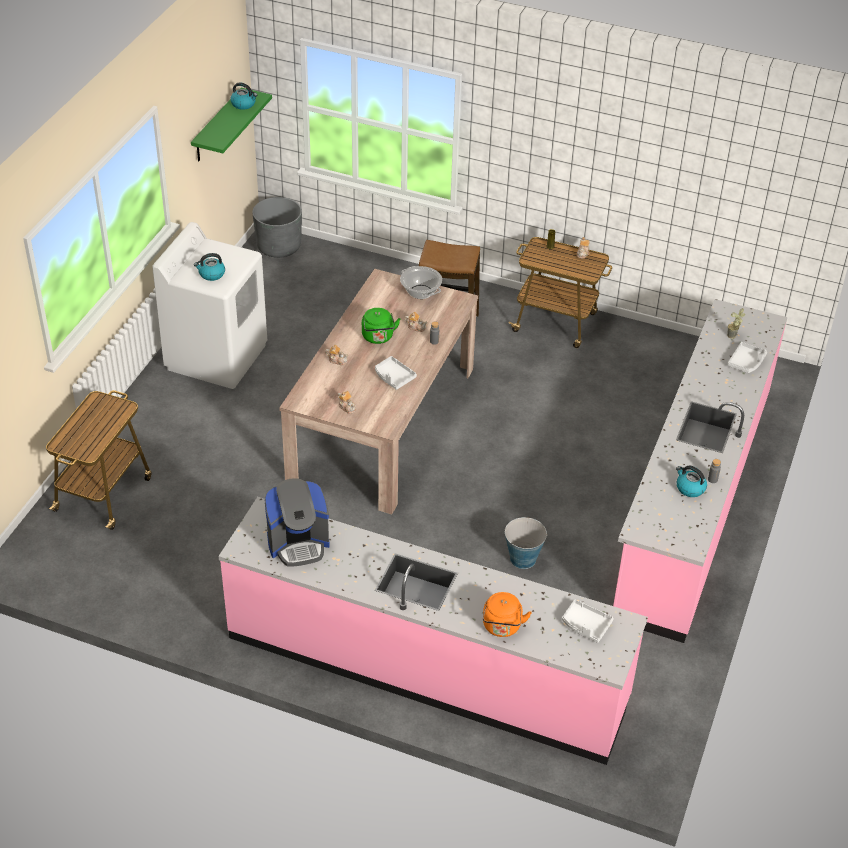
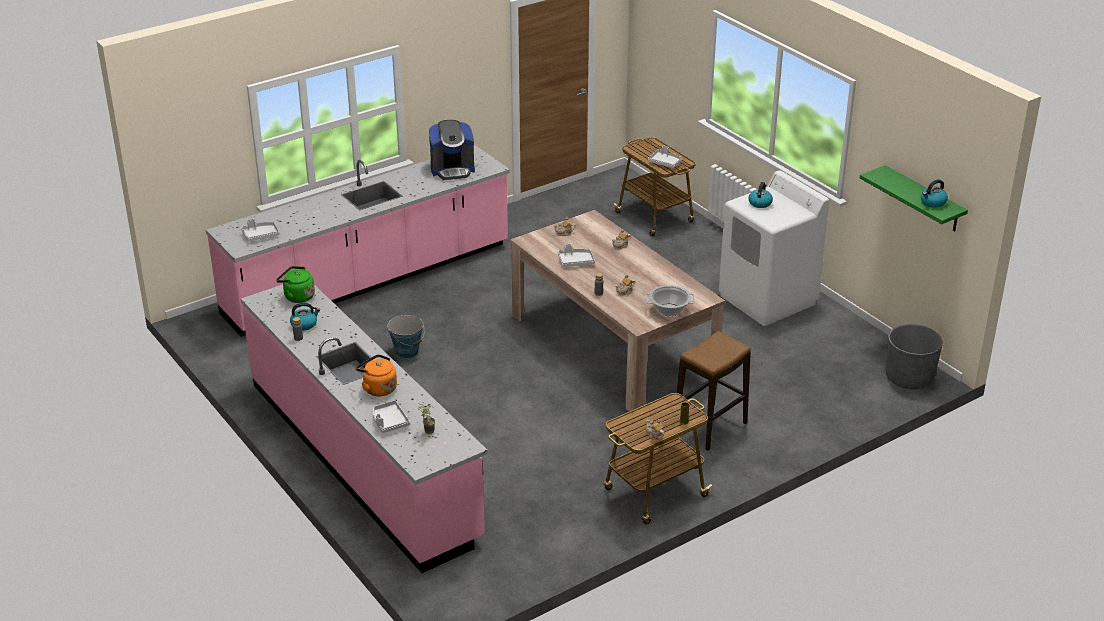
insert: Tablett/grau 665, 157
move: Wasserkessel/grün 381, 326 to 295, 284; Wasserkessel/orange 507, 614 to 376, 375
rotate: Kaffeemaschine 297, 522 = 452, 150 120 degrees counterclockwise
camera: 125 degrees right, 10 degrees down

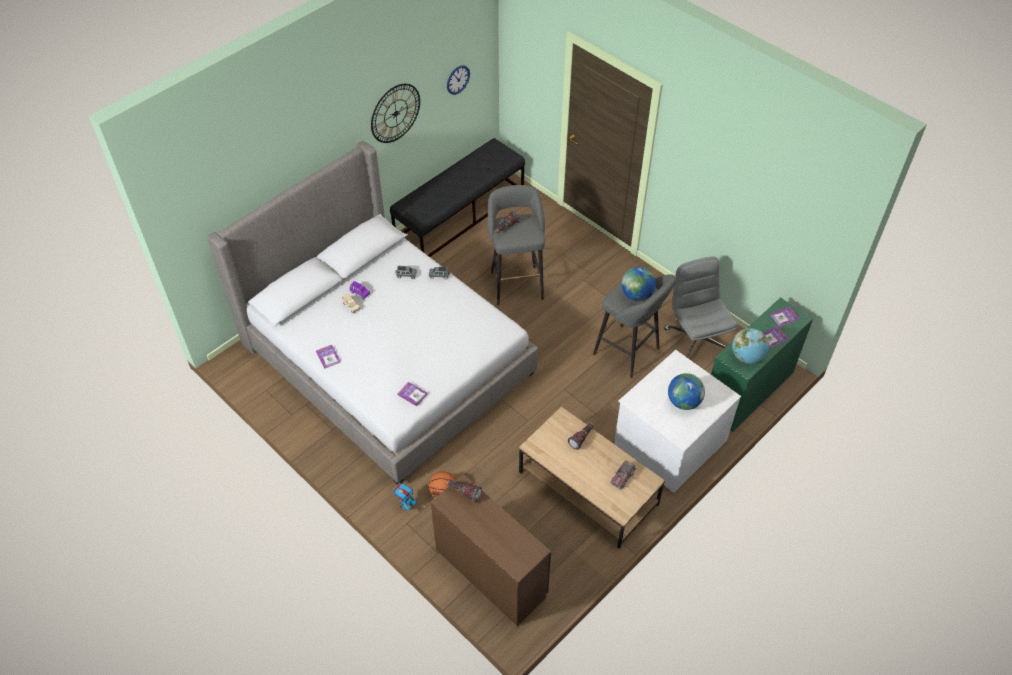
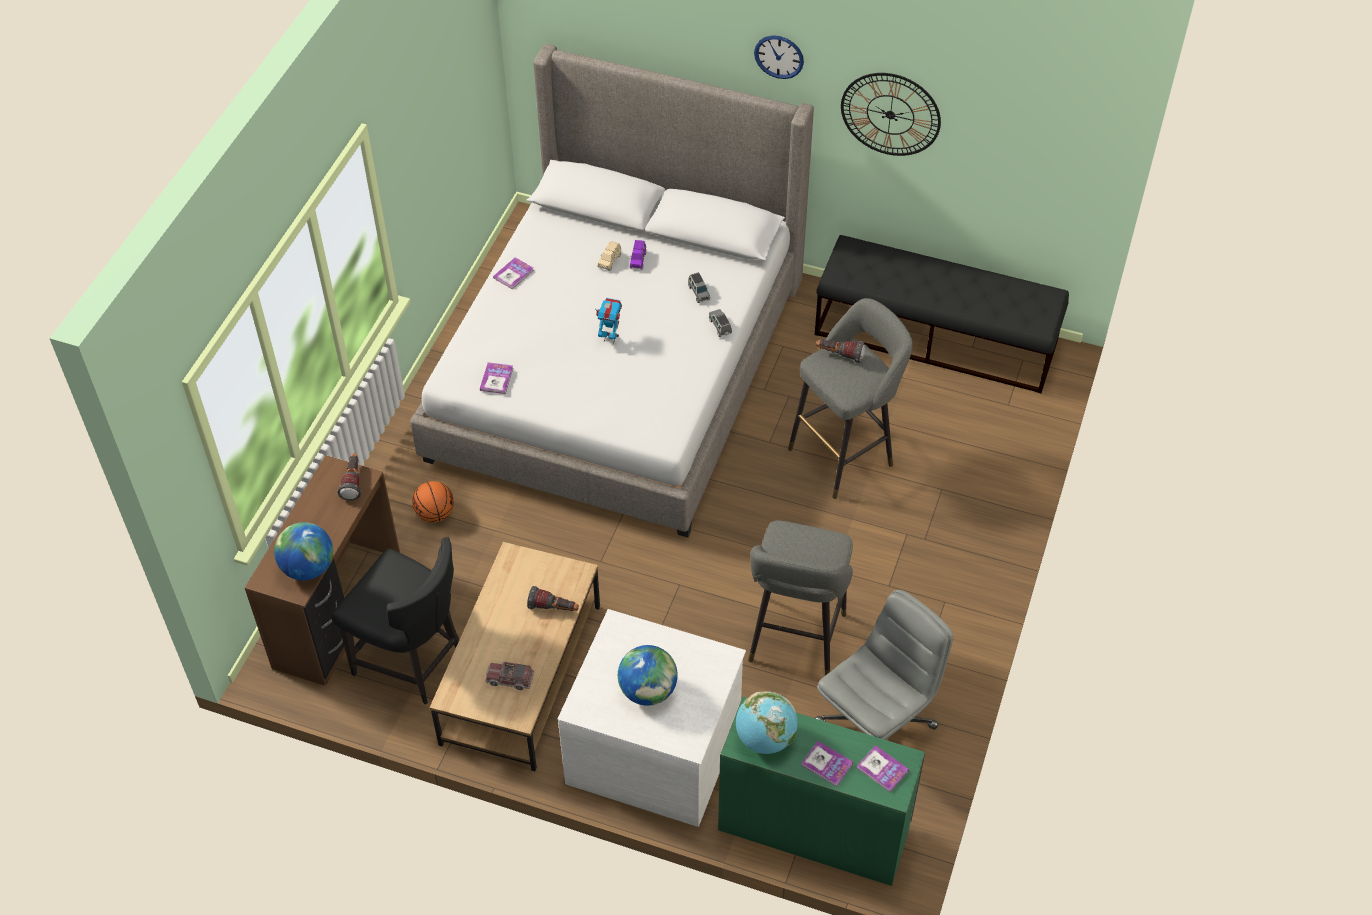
insert: Stuhl/schwarz 395, 620
move: Globus 638, 284 to 303, 551; Spielzeugroboter 405, 497 to 609, 321; Wanduhr 458, 80 to 779, 57
camera: 65 degrees right, 0 degrees up

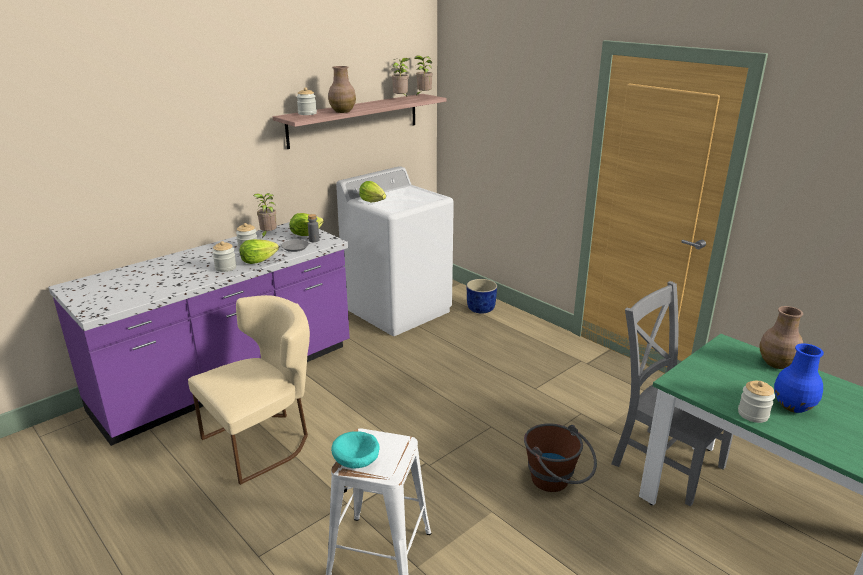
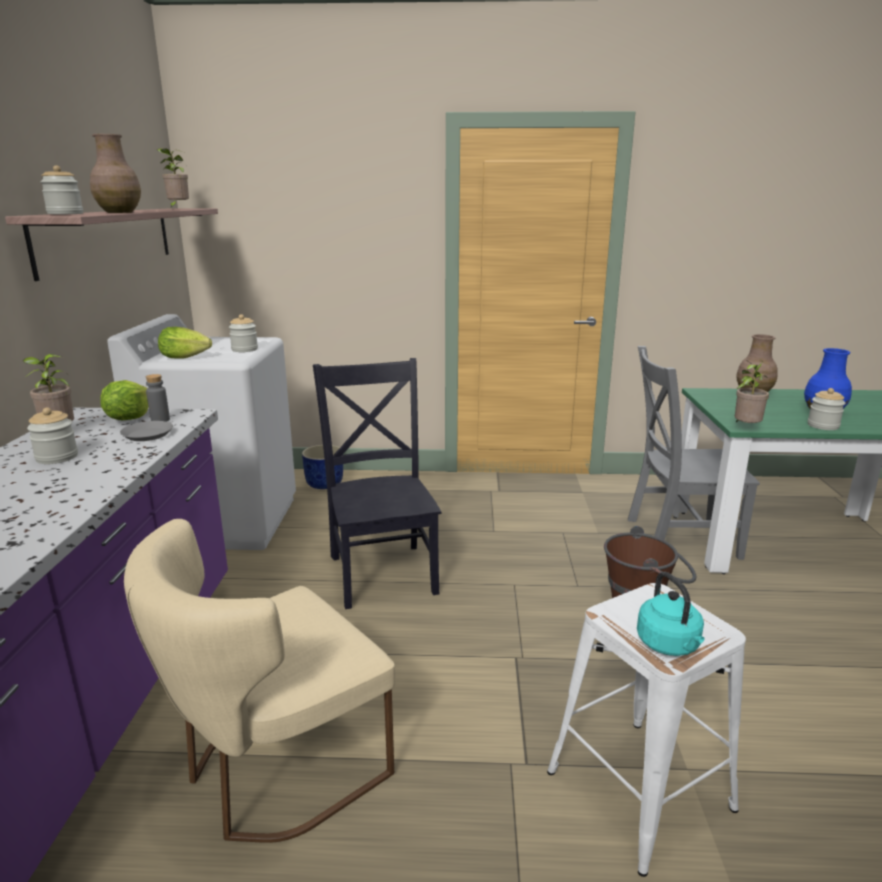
delete: Salatkopf 259, 251
insert: Stuhl/schwarz 377, 483
move: Vorratsglas 224, 256 to 243, 333; Topfpflanze 400, 77 to 752, 392
replace: Schüssel/türkis 355, 449 to Wasserkessel/türkis 670, 614
rotate: Stuhl/beige 249, 390 = 259, 681 135 degrees counterclockwise
camera: 45 degrees left, 5 degrees down

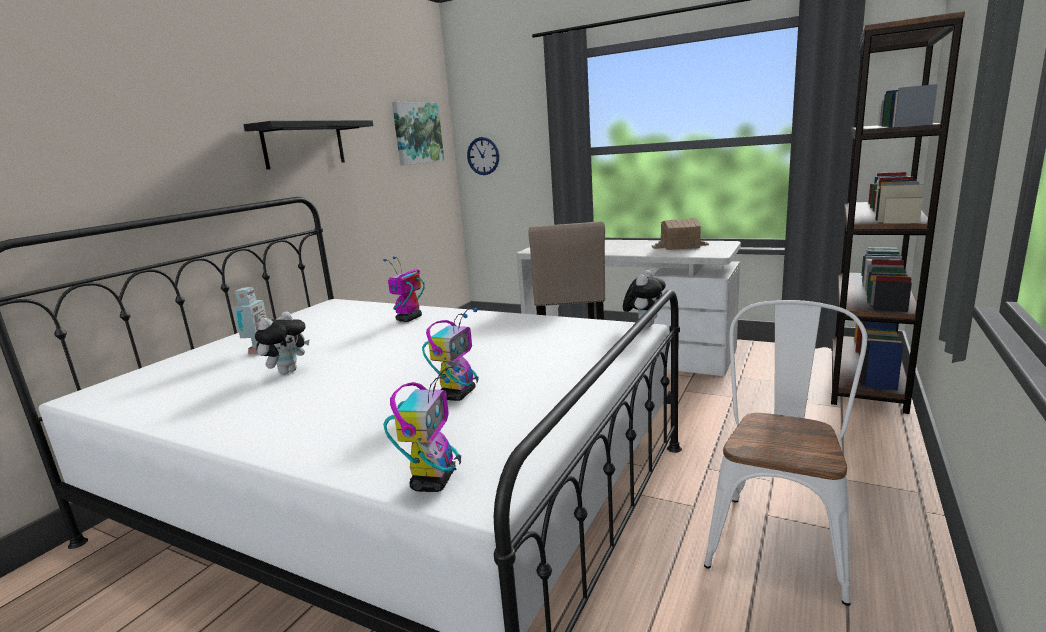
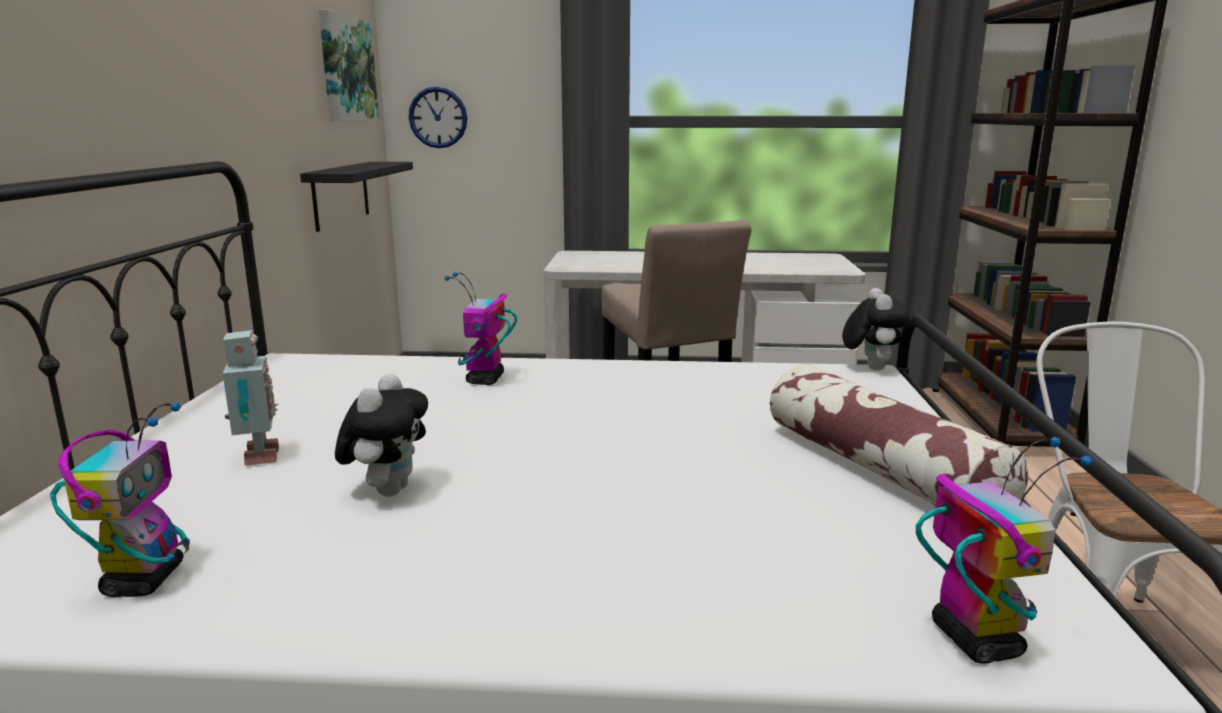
delete: Spielzeughaus 680, 234
insert: Kissen 899, 435
move: Spielzeugroboter 450, 354 to 120, 499; Wandregal/schwarz 308, 144 to 356, 197
camera: 25 degrees left, 0 degrees up

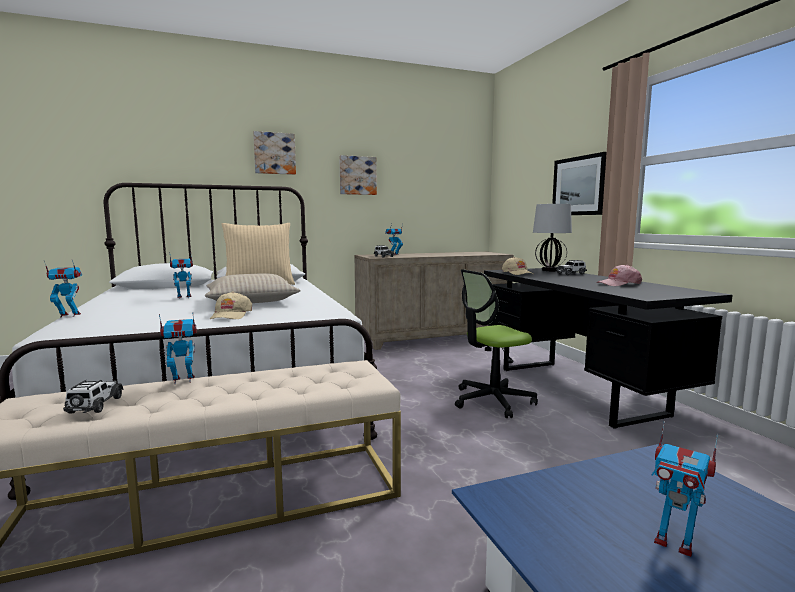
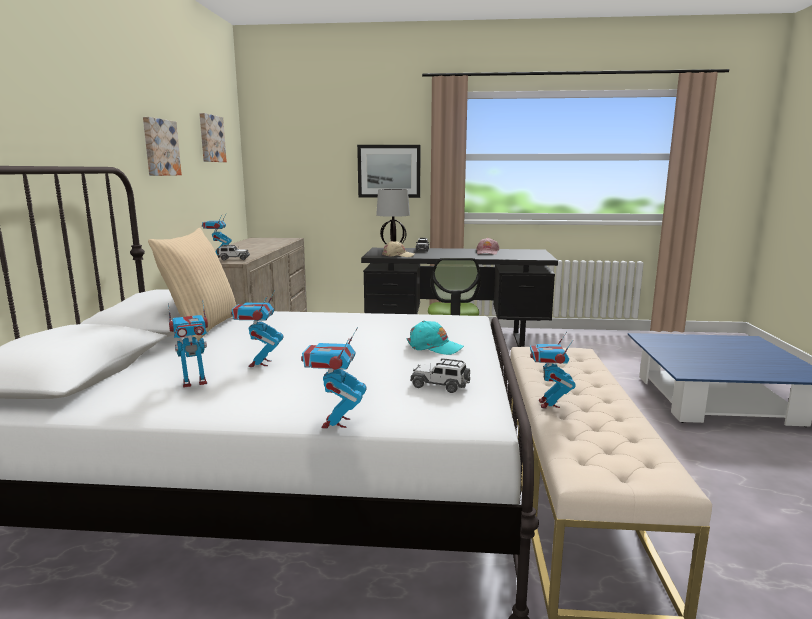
delete: Kissen/beige 252, 288
move: Spielzeugroboter 685, 489 to 188, 344; Bild 274, 153 to 213, 137; Spielzeugauto 93, 397 to 440, 375
recolor: Kappe/beige 231, 305 to Kappe/türkis 435, 337
camera: 65 degrees left, 5 degrees up

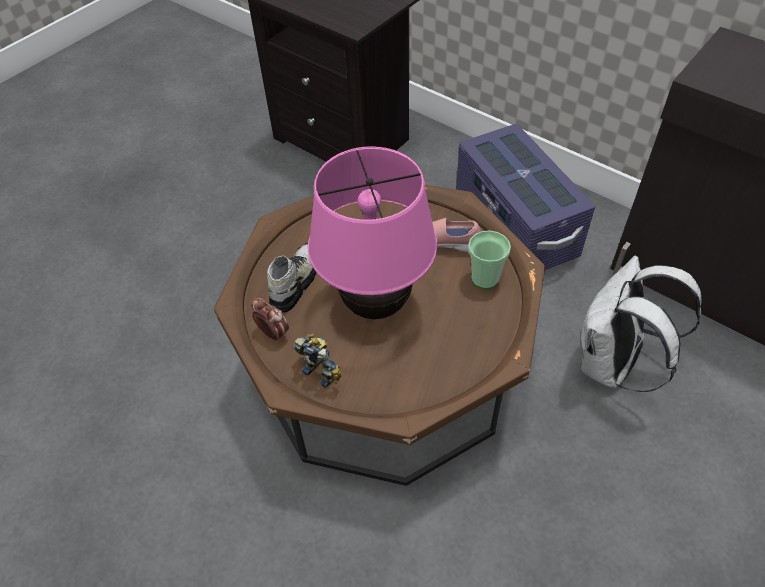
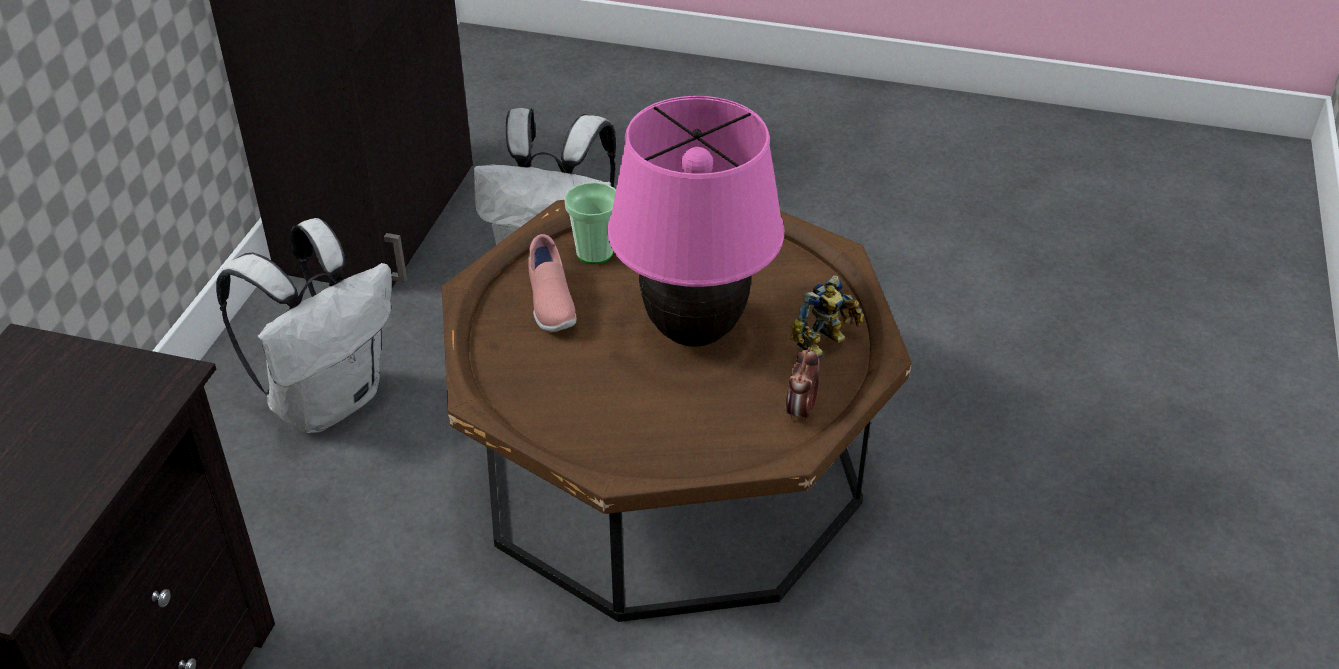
delete: Schuh 291, 278
replace: Aufbewahrungsbox/lila 525, 197 to Rucksack/weiß 304, 325
rotate: Spielzeugroboter 317, 361 = 827, 317 150 degrees counterclockwise
camera: 115 degrees left, 10 degrees down

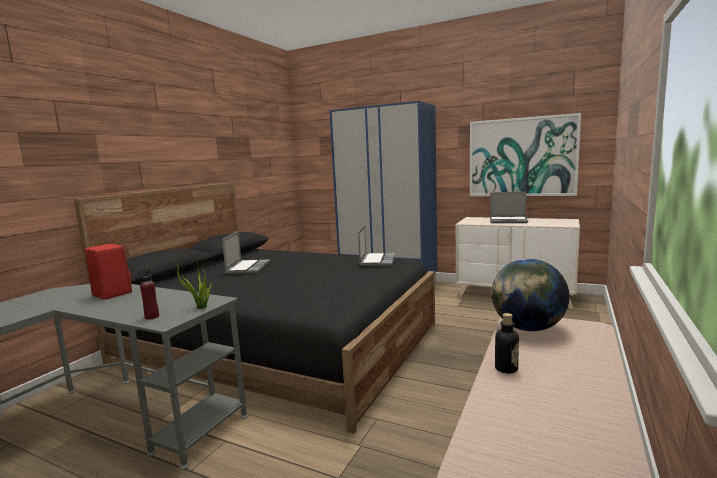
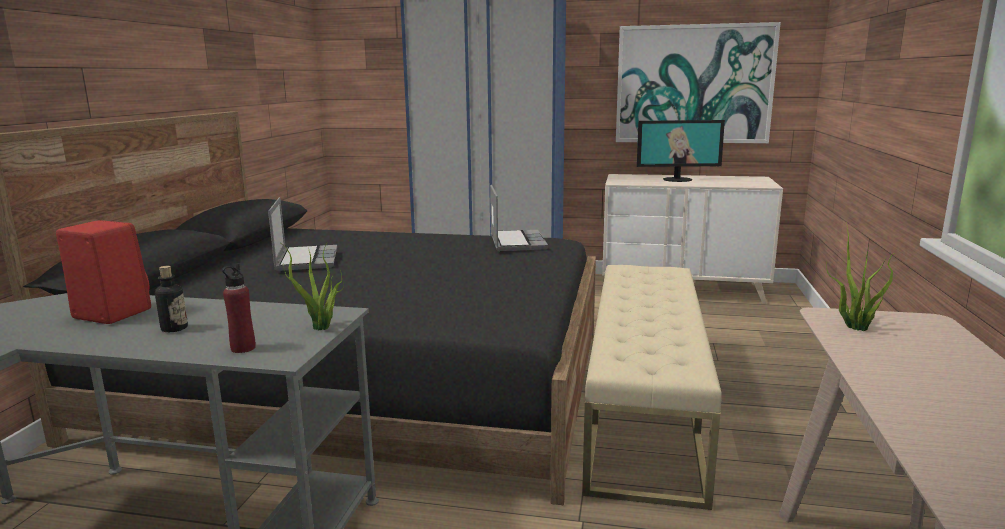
insert: Bank/beige 652, 387
move: Flasche 507, 343 to 171, 299
replace: Laptop 509, 207 to Monitor 681, 151; Globus 531, 295 to Topfpflanze 859, 276
camera: 15 degrees left, 5 degrees up

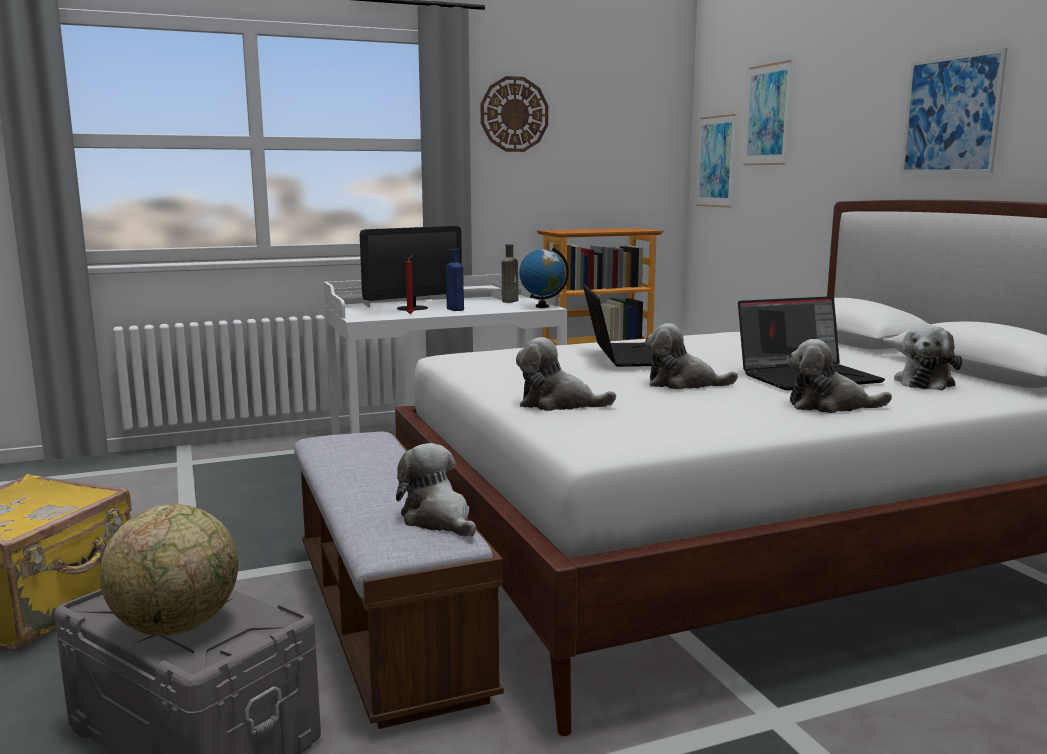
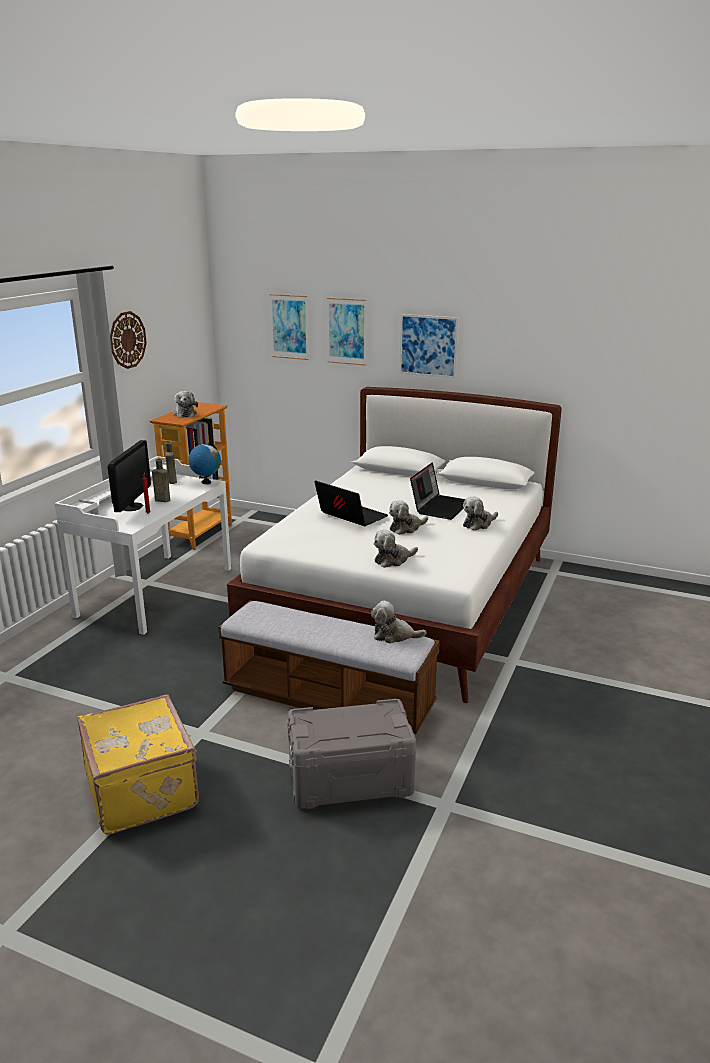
delete: Globus 169, 570
move: Plüschtier 928, 358 to 185, 404; Bild 715, 161 to 346, 332
recolor: Flasche/blau 455, 280 to Flasche/braun 161, 480
camera: 45 degrees left, 10 degrees up

